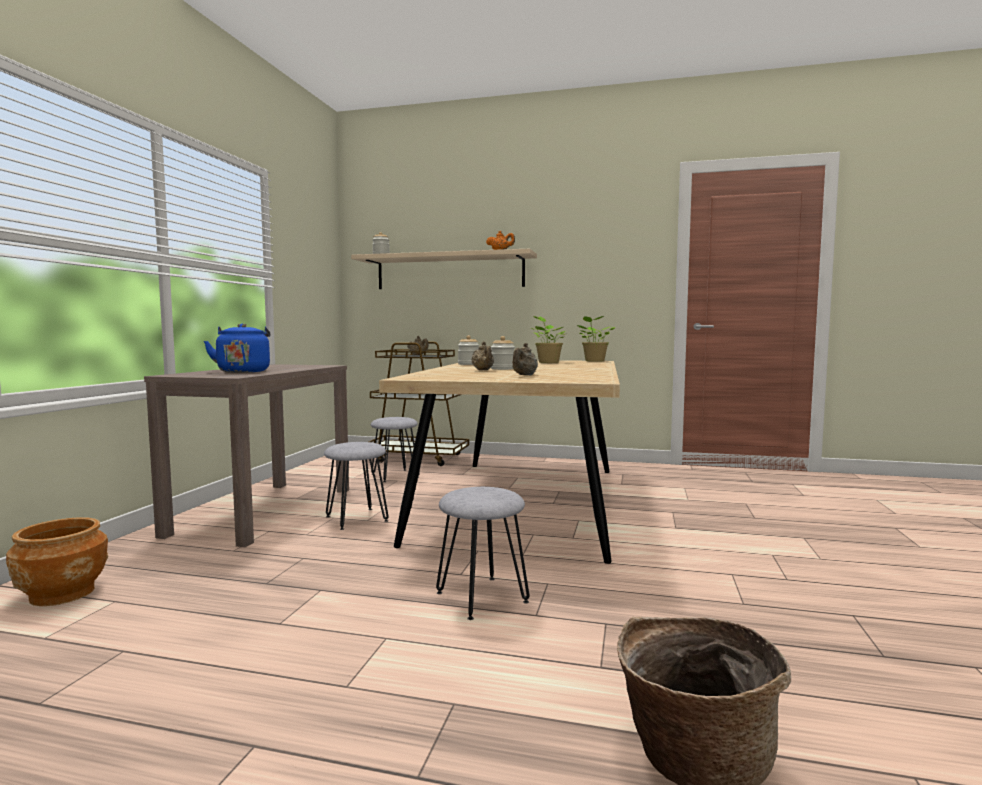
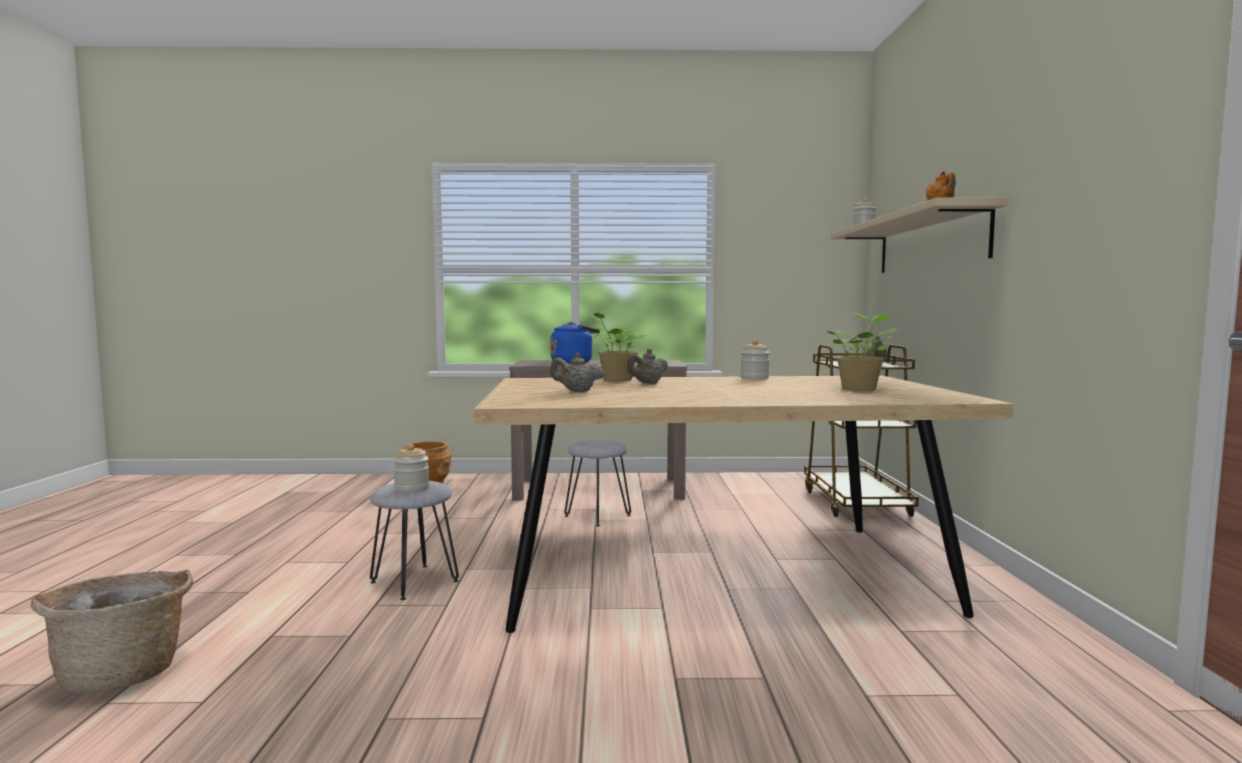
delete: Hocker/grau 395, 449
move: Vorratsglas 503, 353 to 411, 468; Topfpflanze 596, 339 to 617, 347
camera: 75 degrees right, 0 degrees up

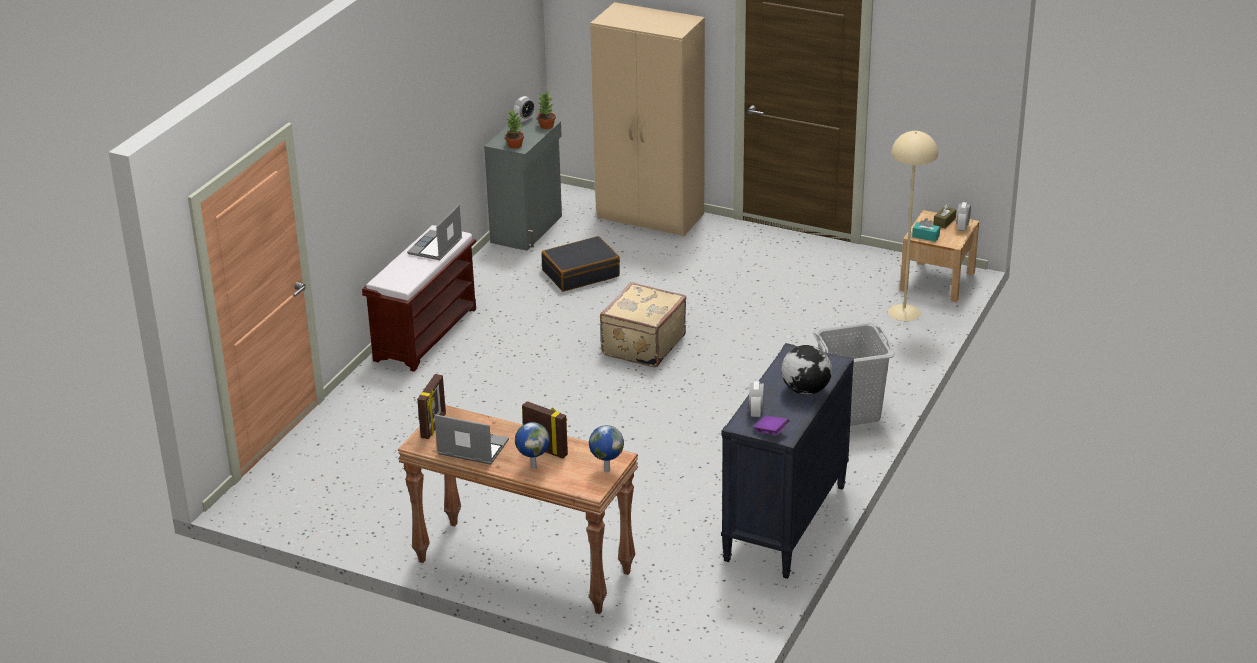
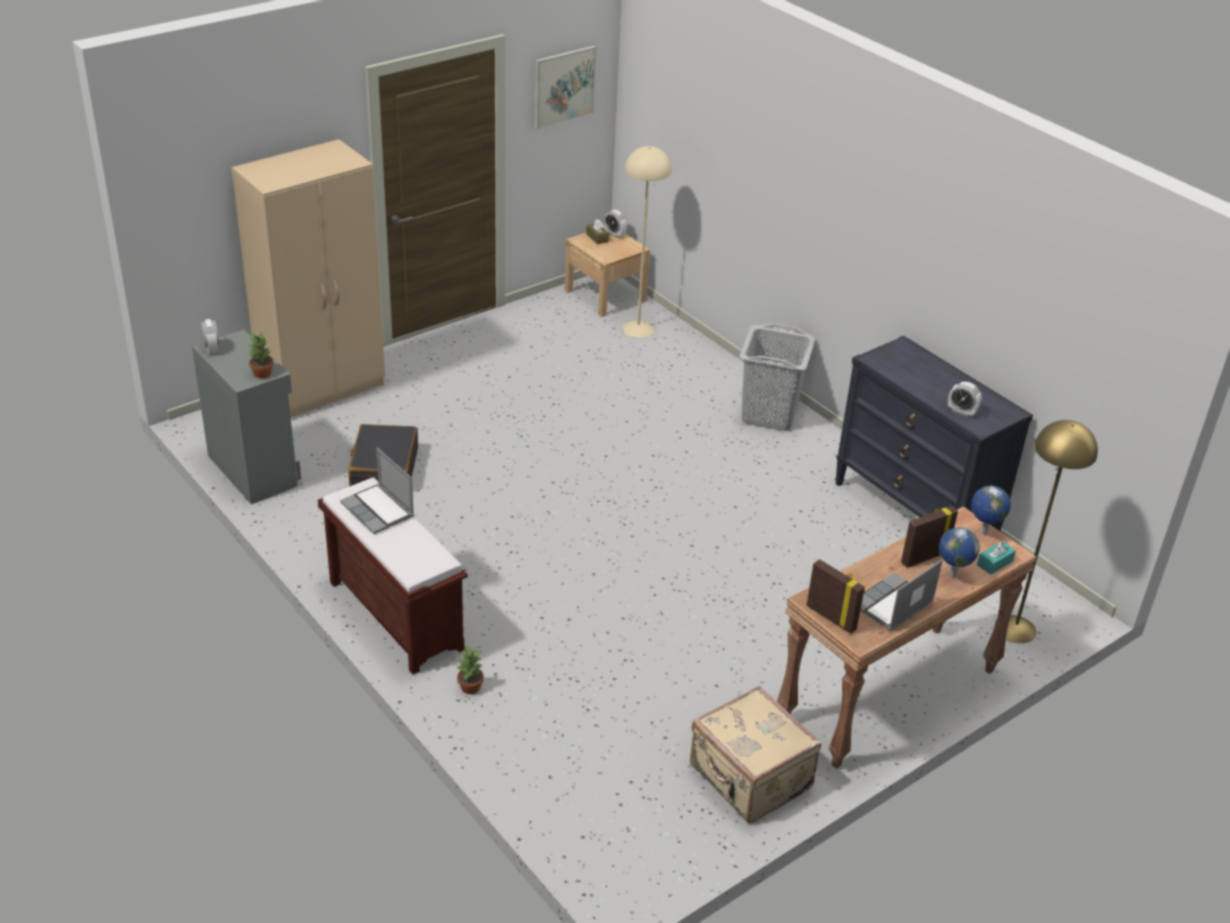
delete: Buch/lila 772, 425; Globus 806, 370
insert: Bild 565, 87; Stehlampe/gelb 1046, 531
move: Topfpflanze 546, 110 to 470, 669; Koffer/beige 643, 324 to 755, 754; Taschentuchbox/türkis 926, 230 to 996, 558
camera: 65 degrees left, 5 degrees up

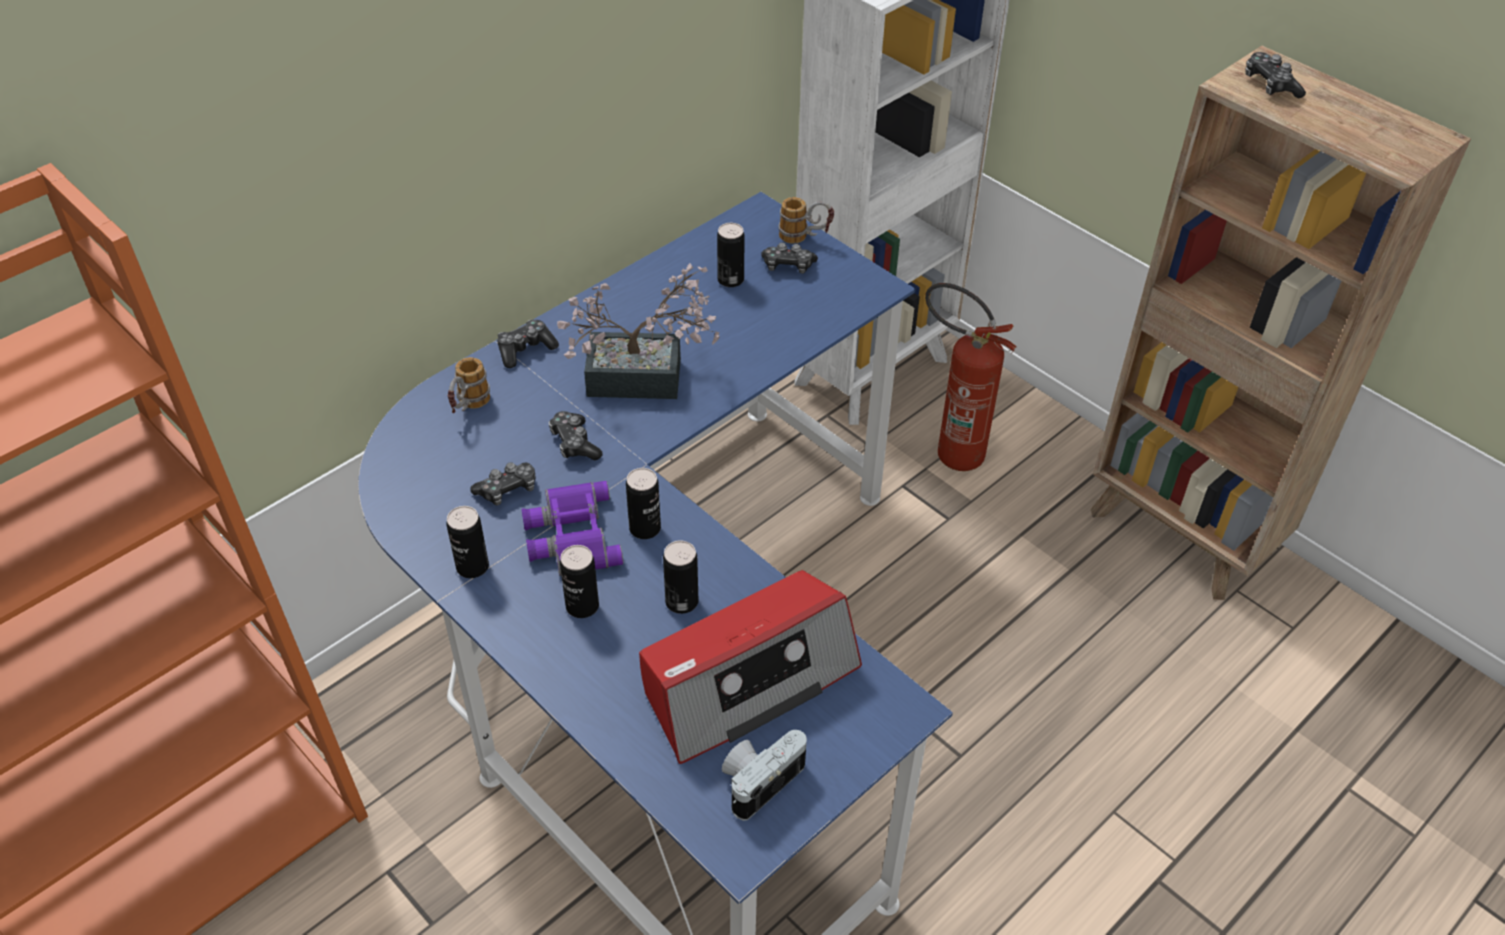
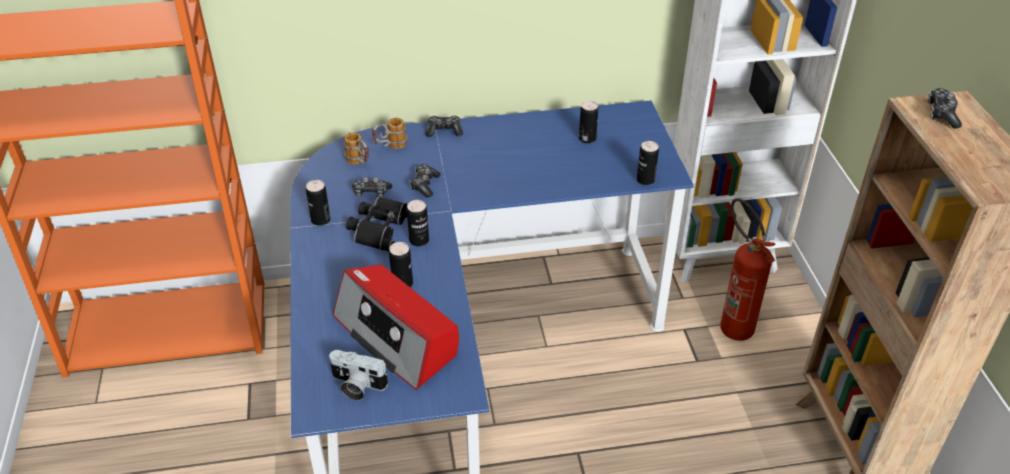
delete: Topfpflanze 638, 331; Gamepad 789, 258
move: Henkelbecher 806, 220 to 356, 149; Dose 579, 581 to 648, 163
recolor: Fernglas/lila 572, 528 to Fernglas/schwarz 377, 224
rotate: Kamera 764, 775 = 358, 375 150 degrees counterclockwise; Radio 750, 667 = 396, 327 45 degrees clockwise
camera: 35 degrees right, 5 degrees down

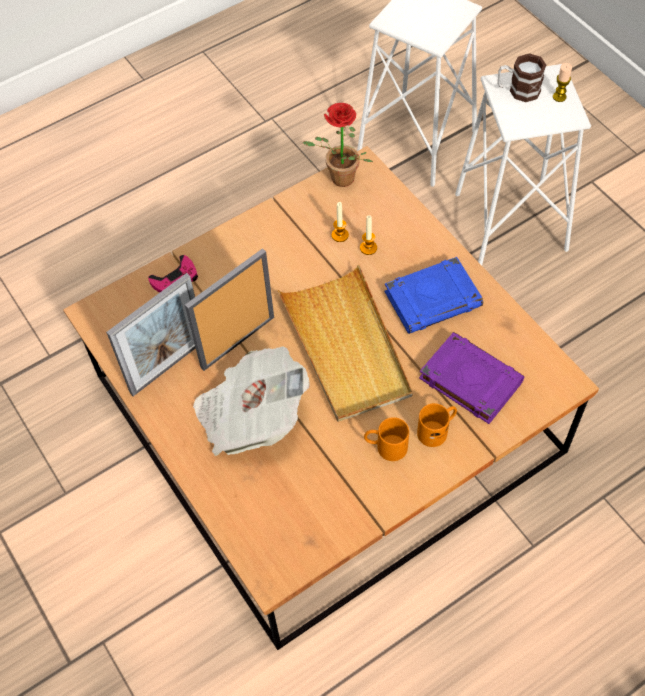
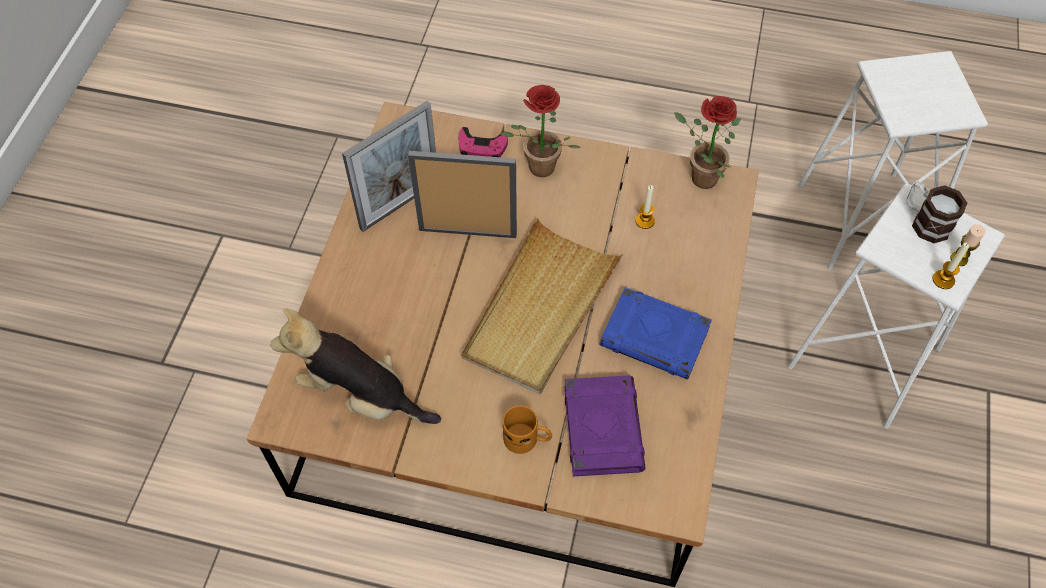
delete: Zeitung 251, 401; Henkelbecher/orange 386, 439
insert: Plüschtier 355, 366; Topfpflanze 540, 131
move: Kerze 368, 235 to 950, 266
rotate: Bilderrahmen 151, 334 = 389, 166 45 degrees counterclockwise
camera: 45 degrees right, 0 degrees up

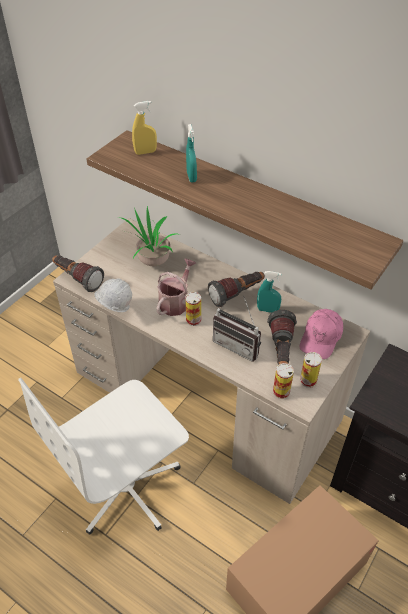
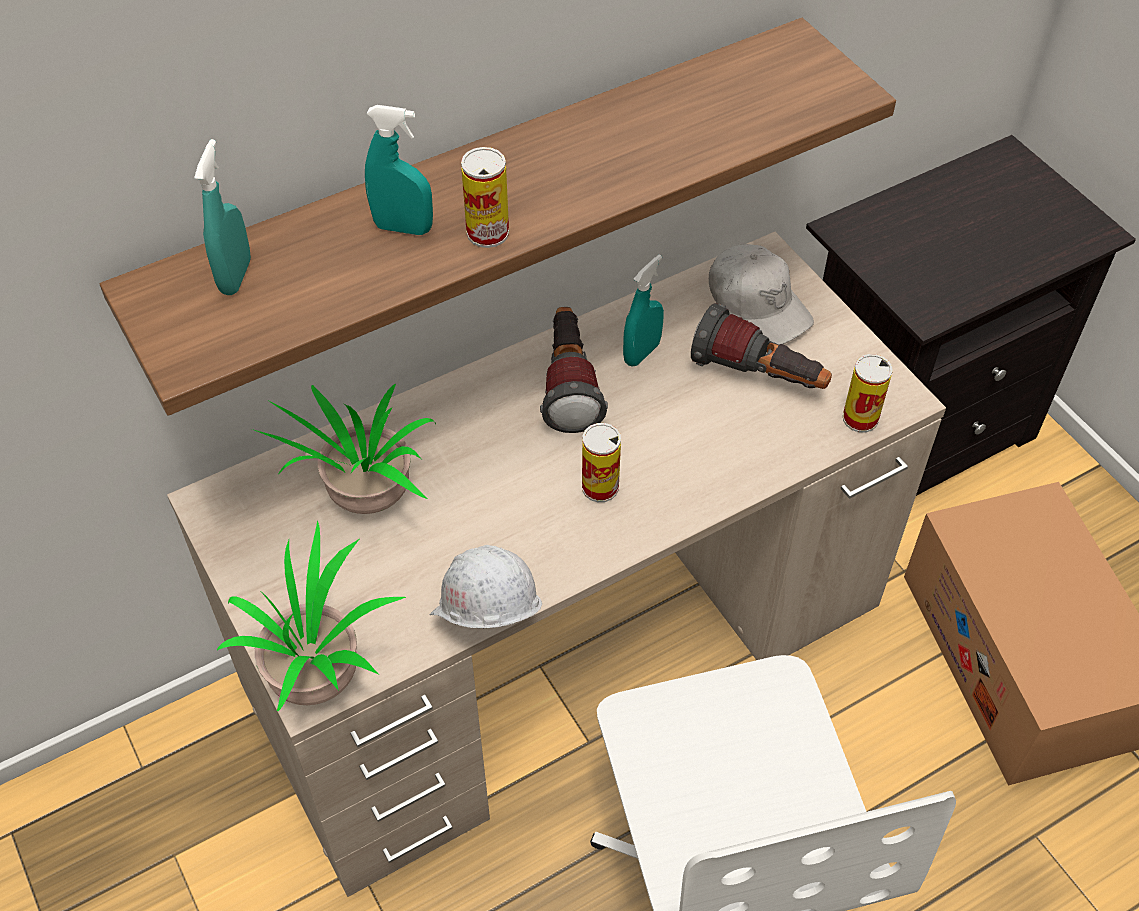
delete: Gießkanne 176, 287; Radio 237, 328
move: Dose 311, 370 to 485, 197
replace: Taschenlampe 78, 273 to Topfpflanze 311, 615
recolor: Sprühflasche/gelb 144, 128 to Sprühflasche/türkis 222, 217; Kappe/rosa 321, 334 to Kappe/weiß 761, 294
camera: 65 degrees left, 5 degrees up

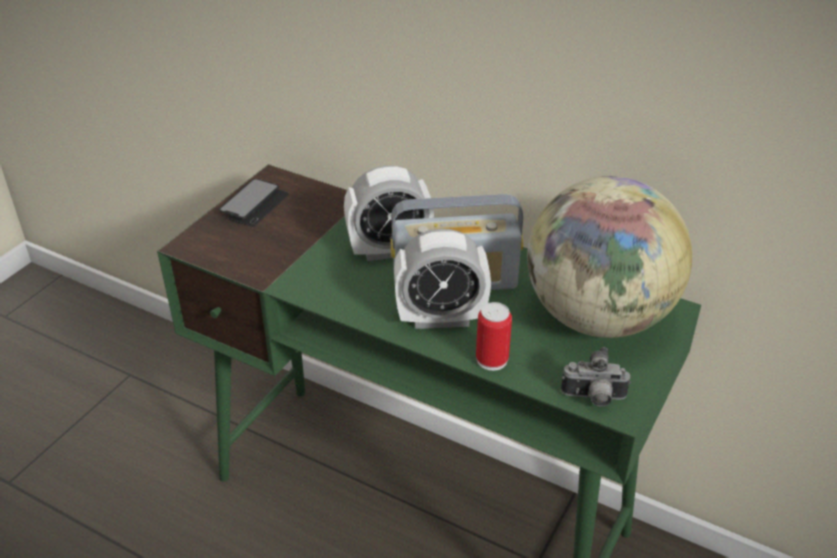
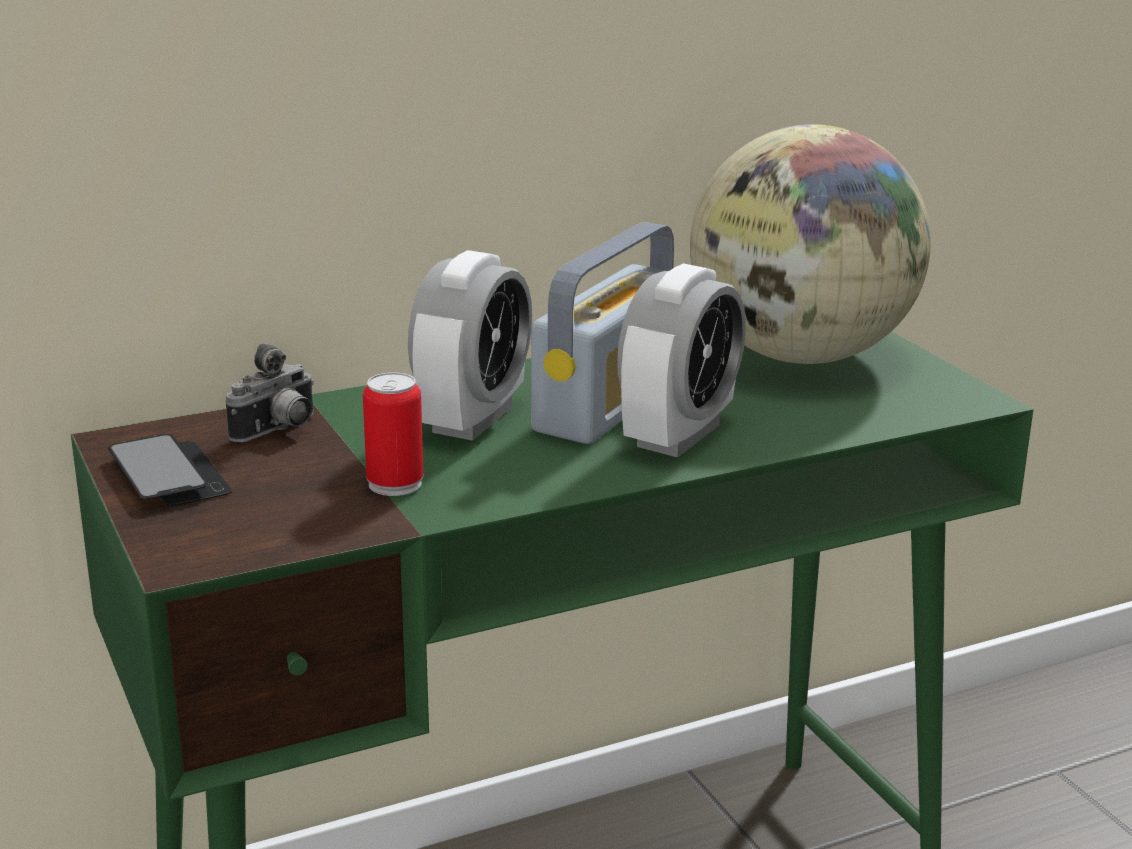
move: Kamera 596, 377 to 270, 393; Dose 494, 336 to 393, 434
camera: 55 degrees left, 15 degrees down

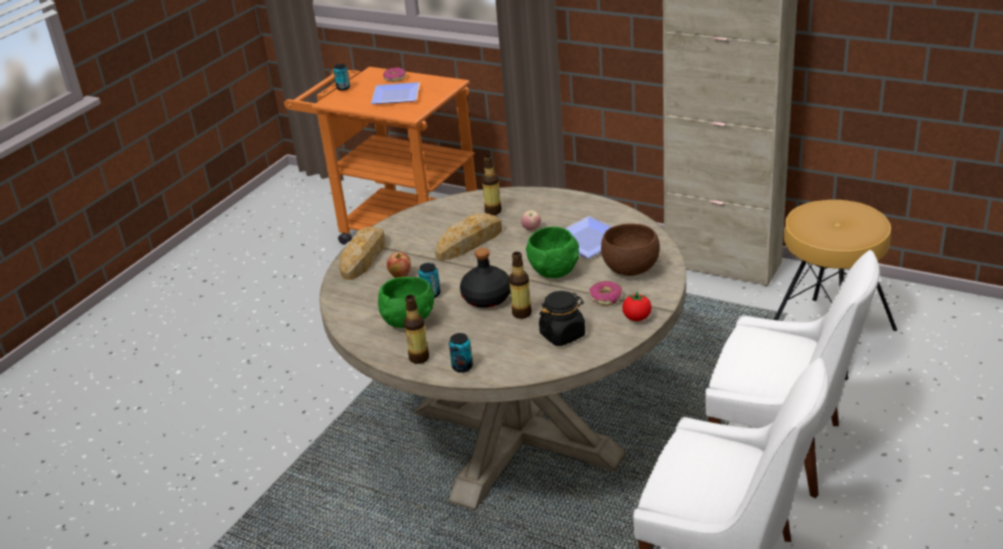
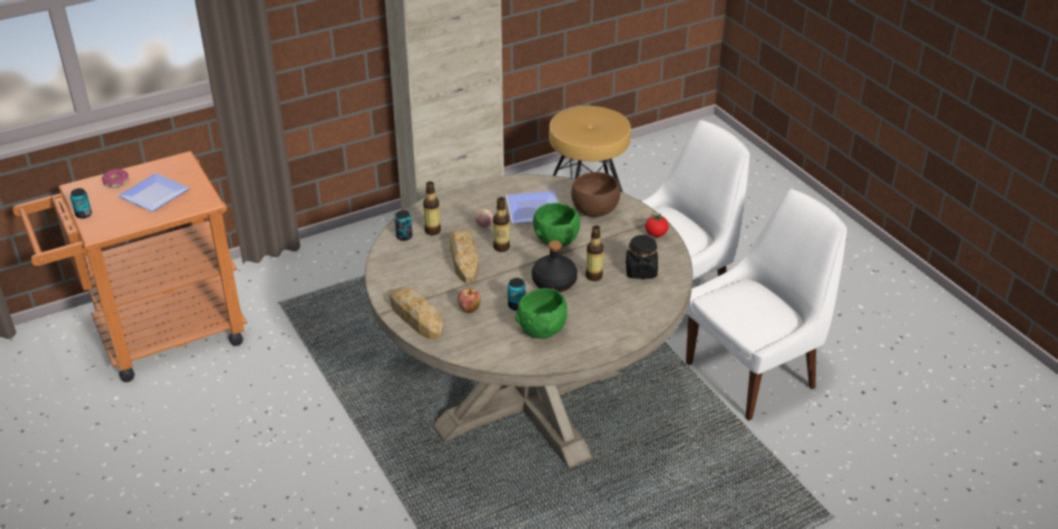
delete: Donut 606, 293
move: Dose 461, 353 to 404, 225; Flasche 416, 329 to 501, 224
camera: 60 degrees left, 5 degrees up

